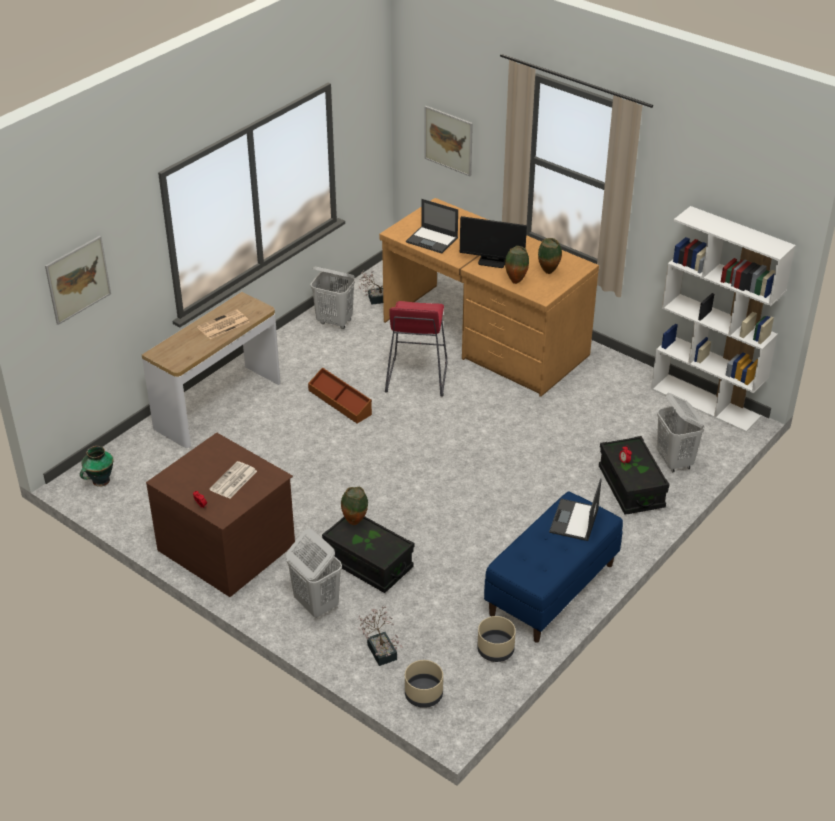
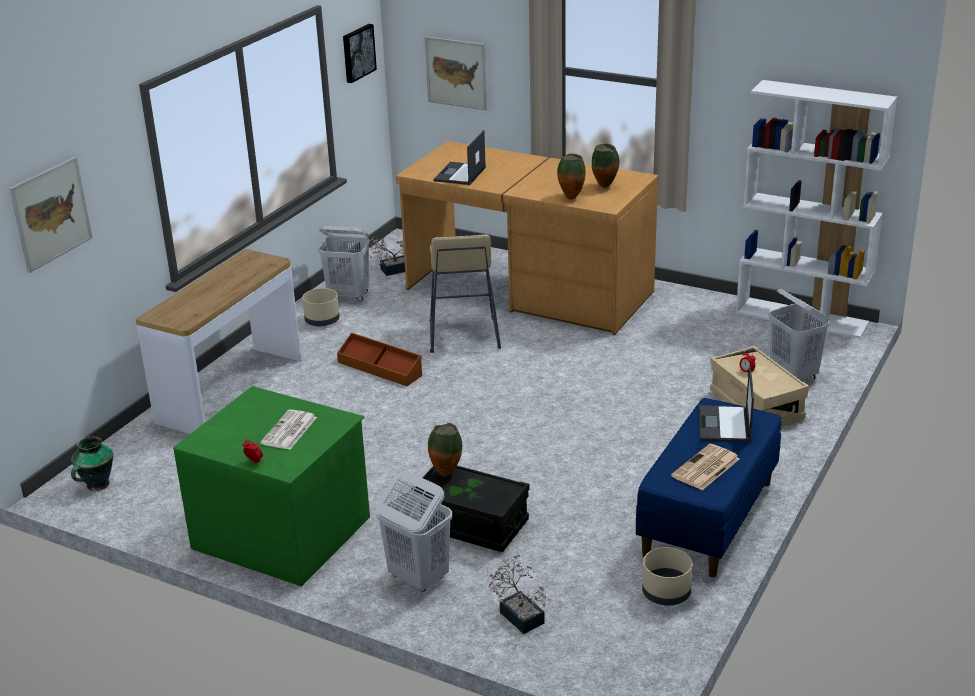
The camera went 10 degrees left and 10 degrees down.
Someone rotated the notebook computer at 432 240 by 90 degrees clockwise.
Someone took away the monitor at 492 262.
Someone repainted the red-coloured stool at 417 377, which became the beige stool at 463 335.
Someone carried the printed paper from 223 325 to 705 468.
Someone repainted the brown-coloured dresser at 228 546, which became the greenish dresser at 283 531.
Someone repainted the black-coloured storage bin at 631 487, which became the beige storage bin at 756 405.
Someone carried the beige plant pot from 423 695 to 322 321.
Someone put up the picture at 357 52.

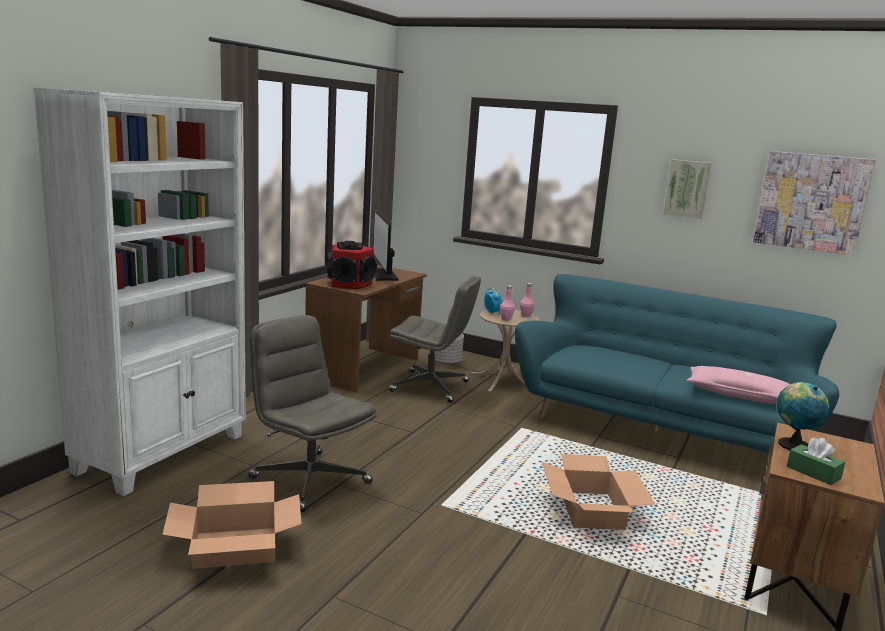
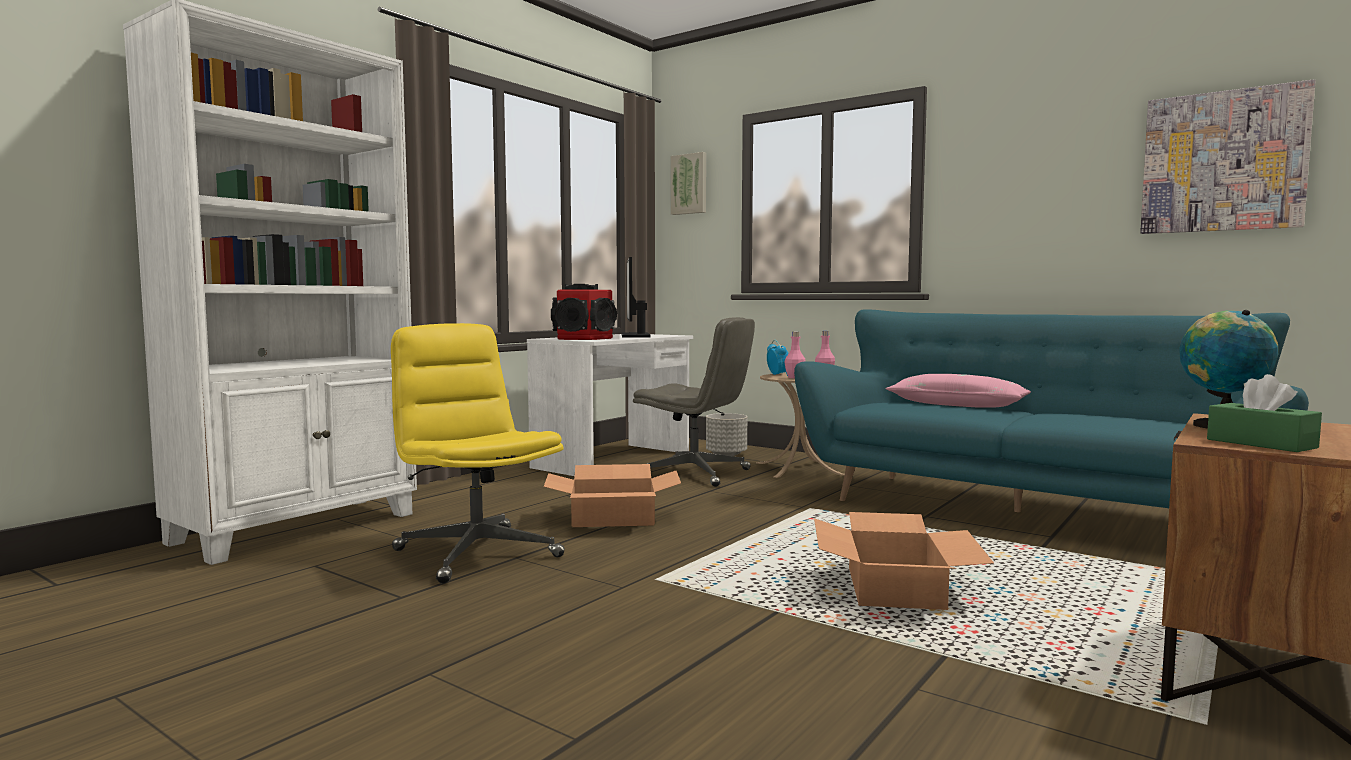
The camera went 10 degrees right and 10 degrees down.
Someone carried the picture from 687 188 to 689 184.
Someone repainted the brown-coloured desk at 365 368, which became the white desk at 615 460.
Someone repainted the greyish desk chair at 309 480, which became the yellow desk chair at 476 553.
Someone carried the pink-coloured throw pillow from 739 395 to 957 405.
Someone carried the packing box from 235 547 to 613 517.

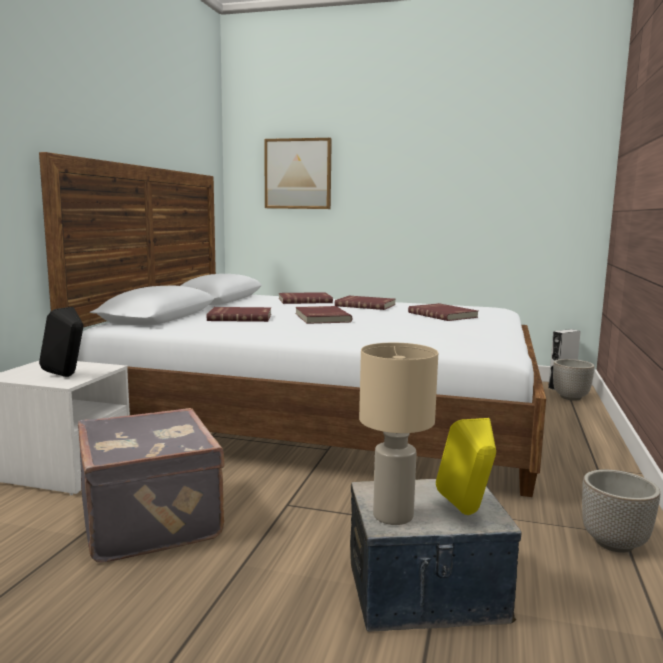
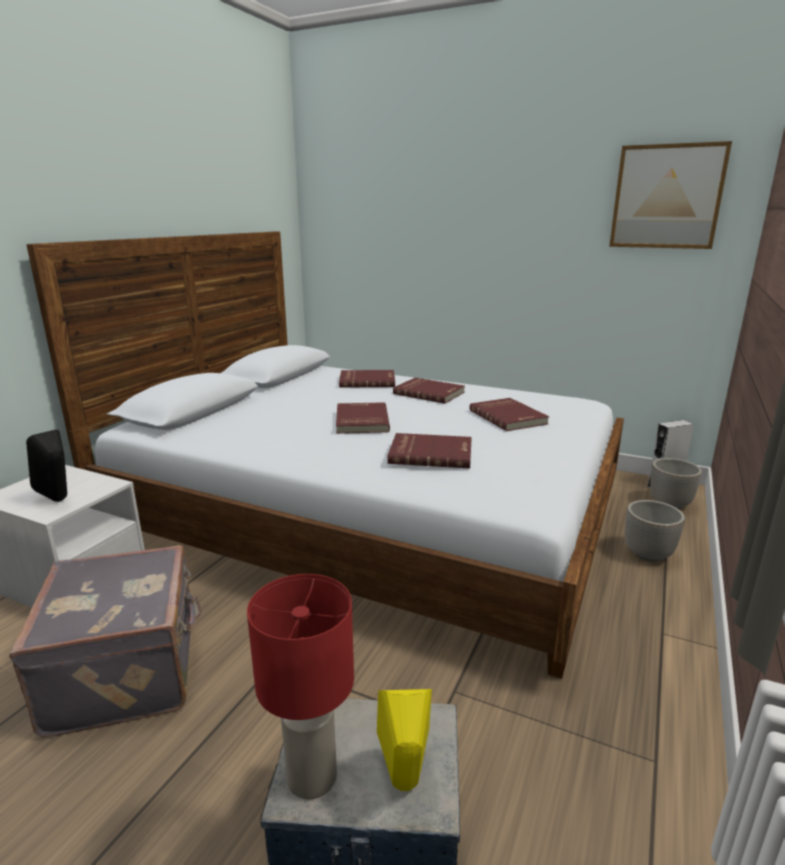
The camera went 10 degrees right and 10 degrees up.
Someone carried the picture from 298 174 to 667 197.
Someone carried the red-coloured book from 240 317 to 431 453.
Someone repainted the beige table lamp at 392 515, which became the red-coloured table lamp at 311 776.
Someone carried the plant pot from 615 543 to 648 555.

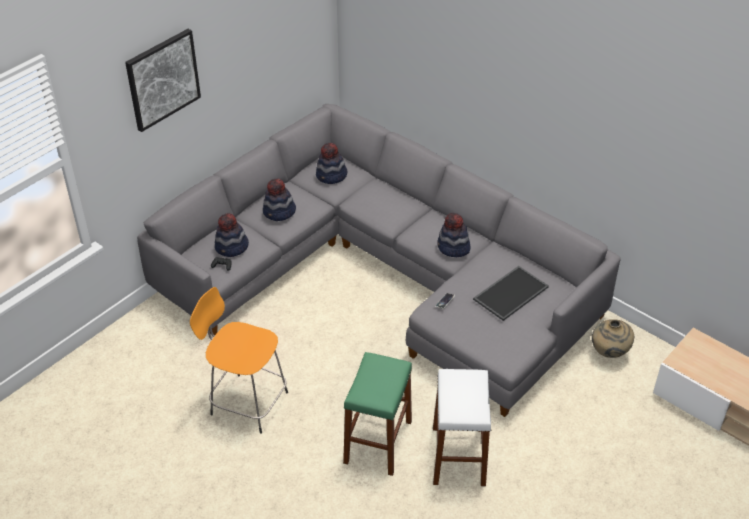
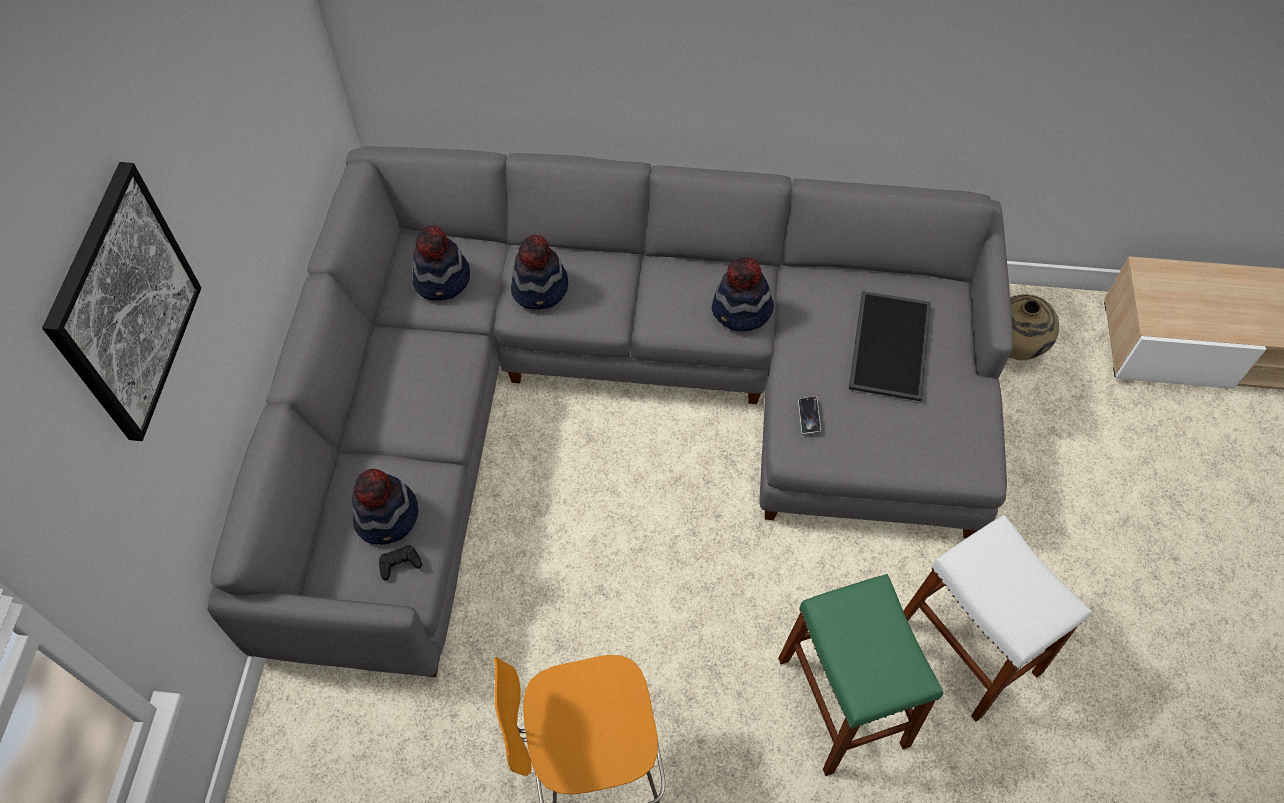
The camera went 35 degrees left and 15 degrees up.
Someone carried the clothing hat from 279 212 to 541 289.

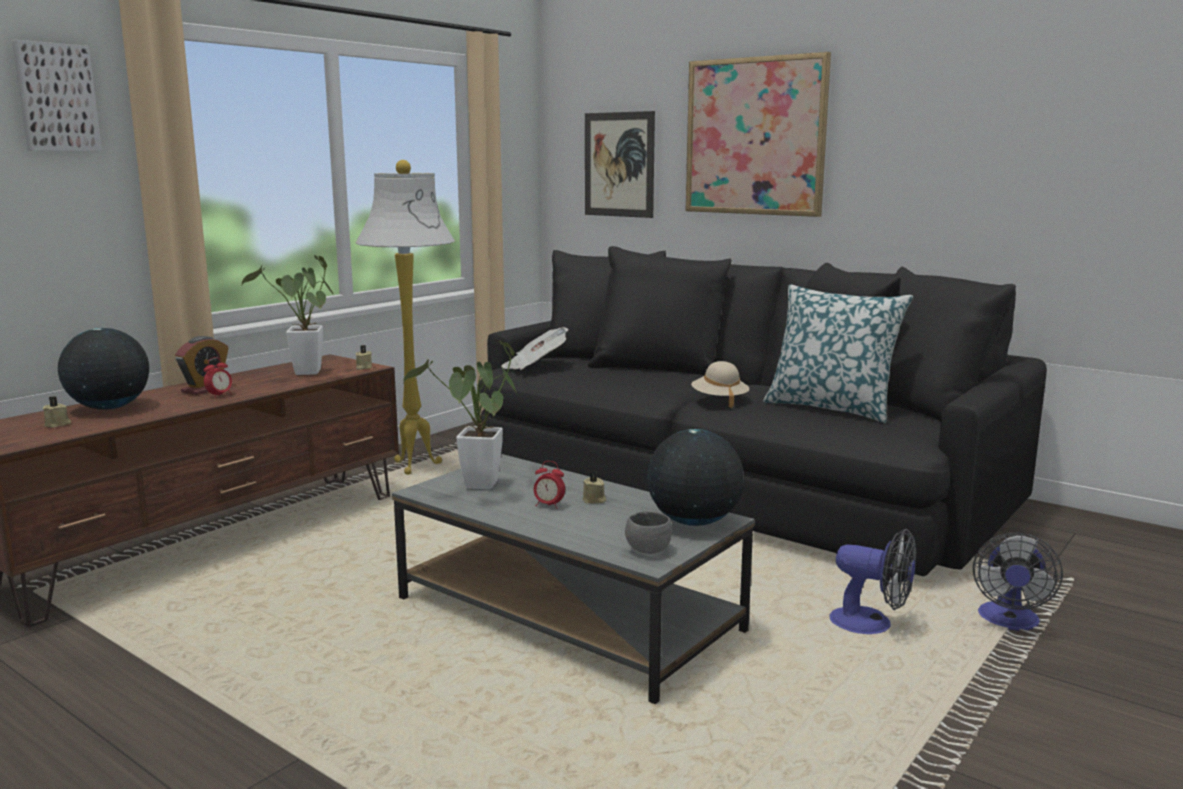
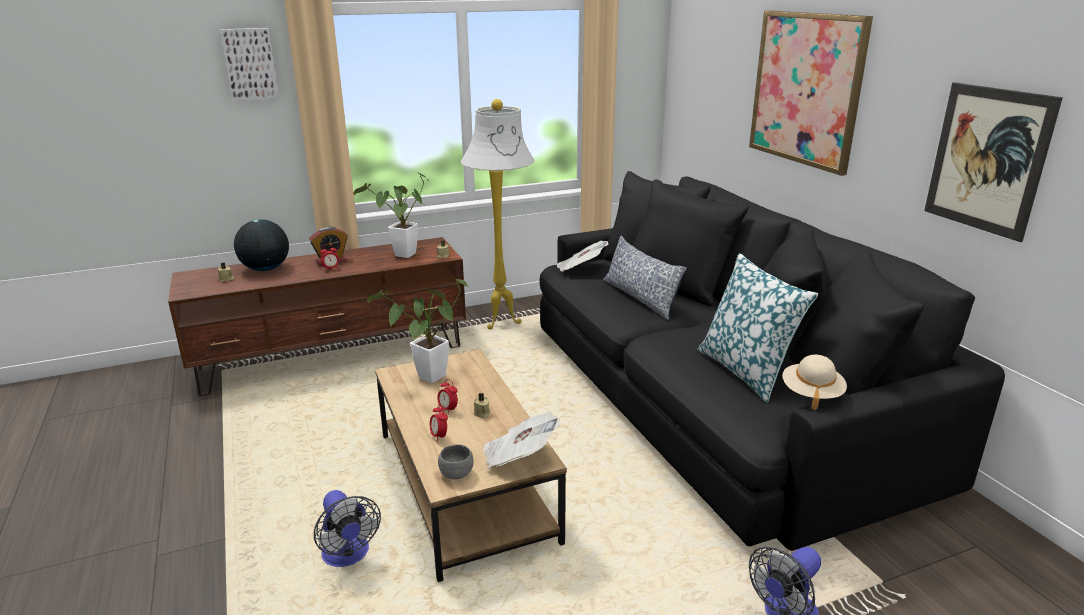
The camera went 30 degrees right and 10 degrees up.
Someone carried the picture from 619 164 to 987 159.
Someone carried the beige clothing hat from 719 400 to 811 394.
Someone swapped the world globe at 693 522 for the printed paper at 519 457.
Someone repainted the greyish low table at 568 614, which became the brown-coloured low table at 465 485.
Someone carried the electric fan from 871 624 to 348 556.
Someone put down the throw pillow at 640 297.
Someone put down the table clock at 439 436.

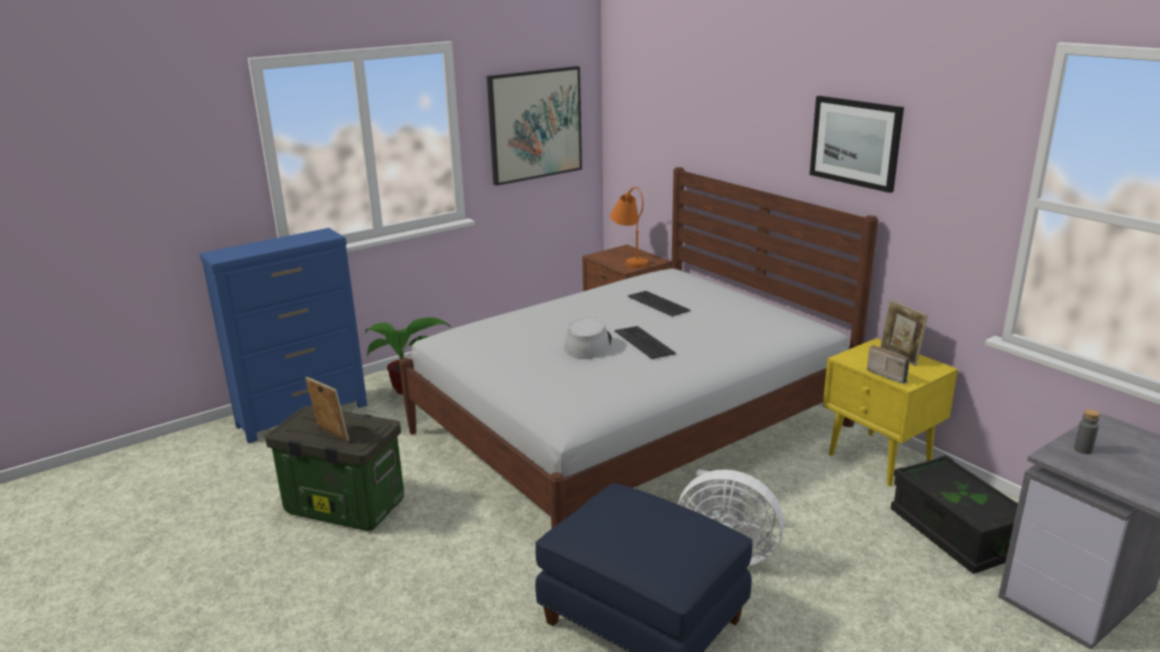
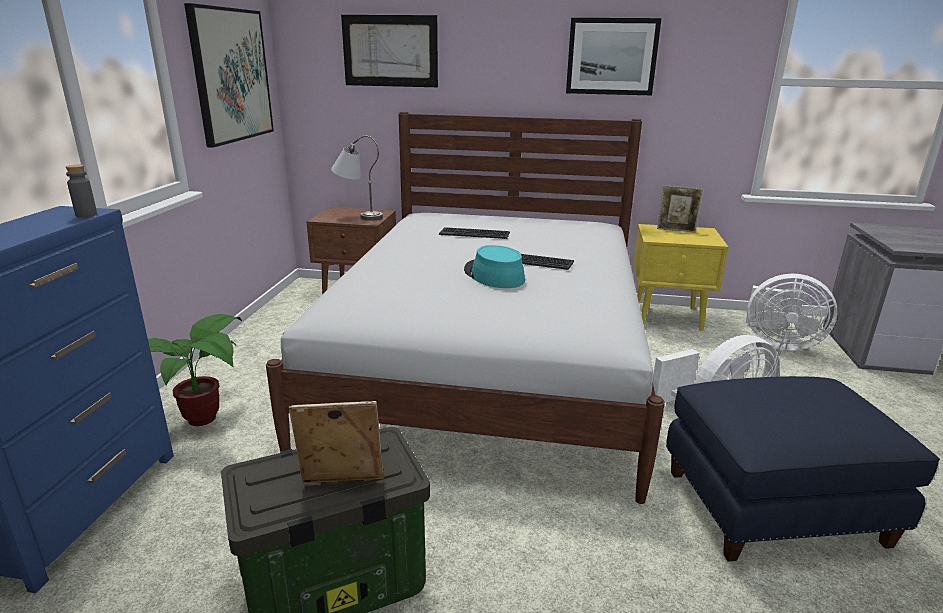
The camera went 45 degrees left and 0 degrees up.
Someone repainted the orange table lamp at 629 260, which became the greyish table lamp at 358 216.
Someone repainted the greyish clothing hat at 588 344, which became the blue-green clothing hat at 493 275.
Someone took away the radio receiver at 888 374.
Someone carried the greyish drink bottle from 1083 450 to 86 215.
Someone swapped the black-coloured storage bin at 955 533 for the white electric fan at 778 343.
Someone put up the picture at 390 51.

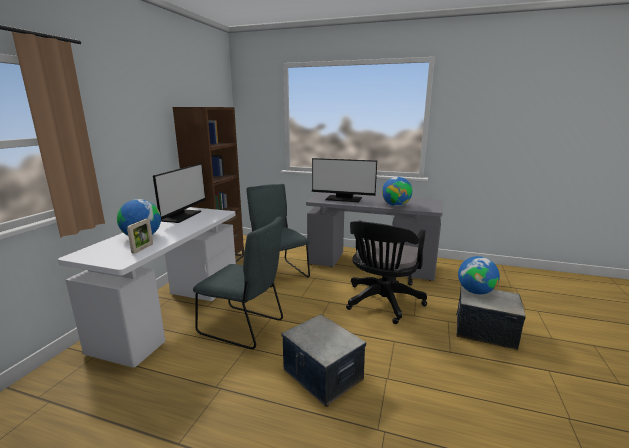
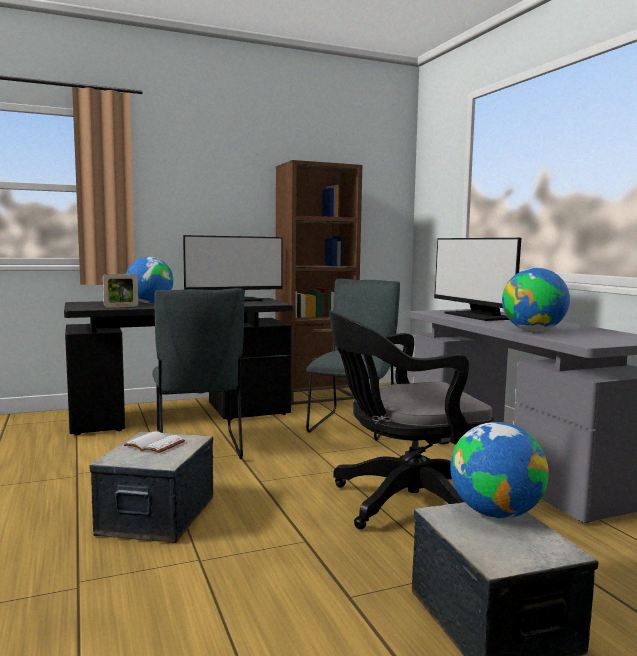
The camera went 50 degrees right and 10 degrees down.
Someone repainted the white desk at 174 311, which became the black-coloured desk at 182 415.
Someone put down the white book at 153 445.

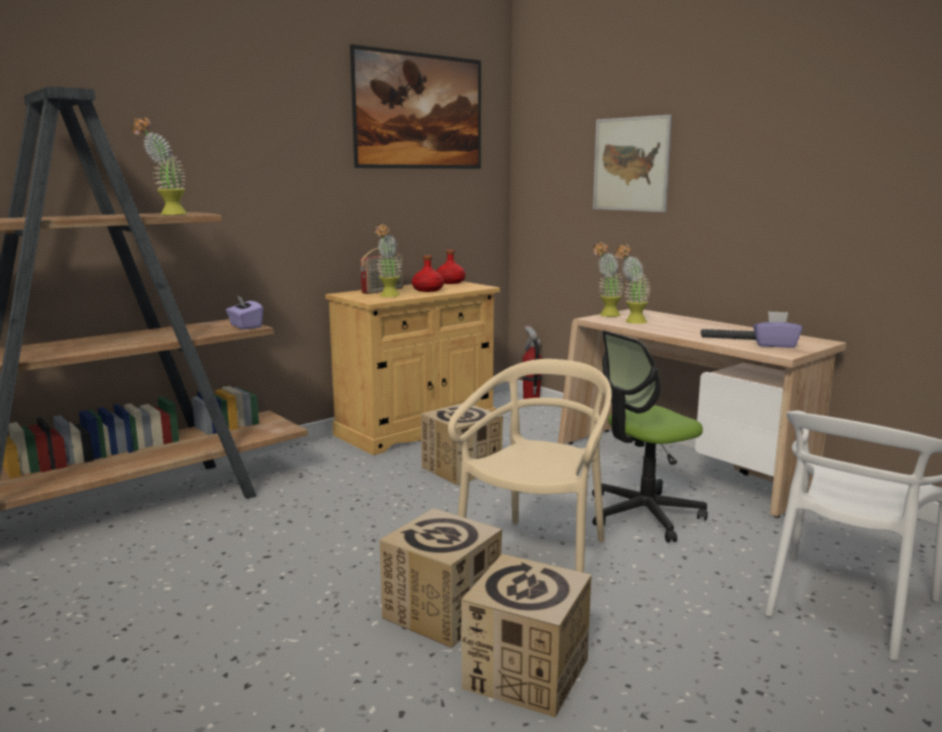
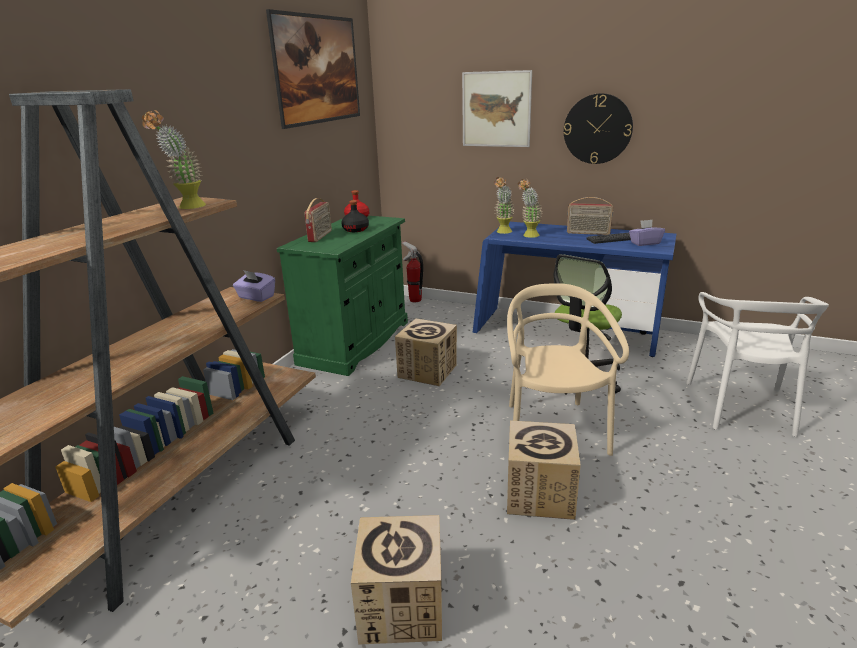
The camera went 25 degrees left and 10 degrees up.
Someone took away the potted plant at 388 296.
Someone repainted the red-coloured drink bottle at 428 290, which became the black-coloured drink bottle at 355 229.
Someone repainted the beige cabinet at 417 428, which became the greenish cabinet at 355 342.
Someone repainted the beige desk at 681 468, which became the bluish desk at 566 333.
Someone carried the packing box from 526 673 to 402 606.
Someone put up the clock on the wall at 597 129.
Someone put down the radio receiver at 588 233.

